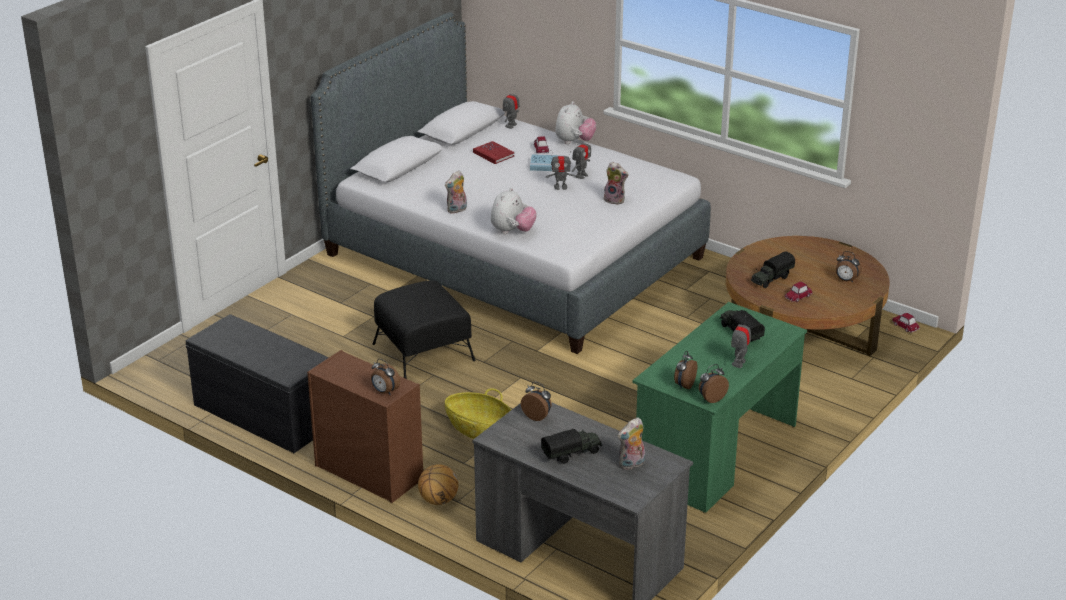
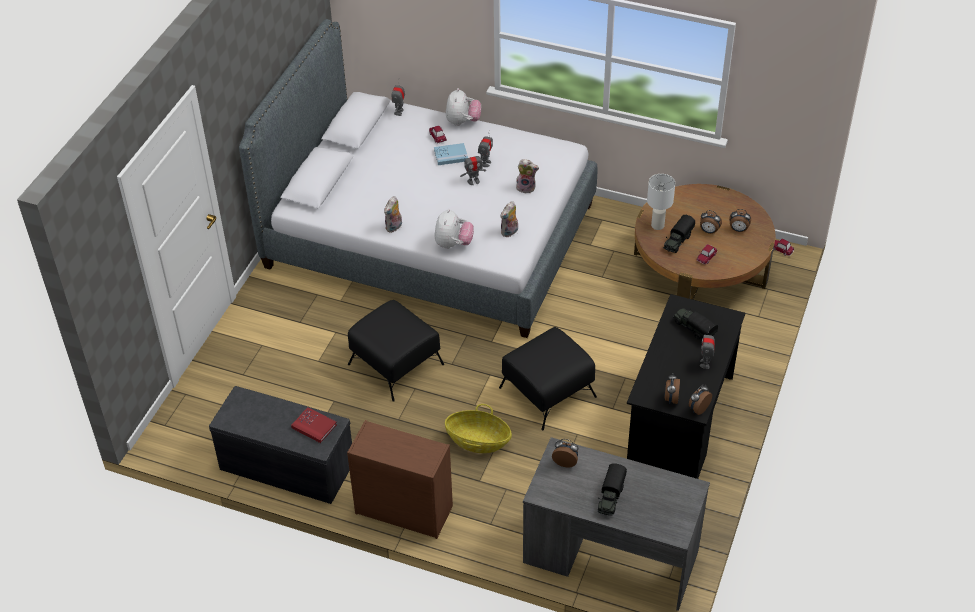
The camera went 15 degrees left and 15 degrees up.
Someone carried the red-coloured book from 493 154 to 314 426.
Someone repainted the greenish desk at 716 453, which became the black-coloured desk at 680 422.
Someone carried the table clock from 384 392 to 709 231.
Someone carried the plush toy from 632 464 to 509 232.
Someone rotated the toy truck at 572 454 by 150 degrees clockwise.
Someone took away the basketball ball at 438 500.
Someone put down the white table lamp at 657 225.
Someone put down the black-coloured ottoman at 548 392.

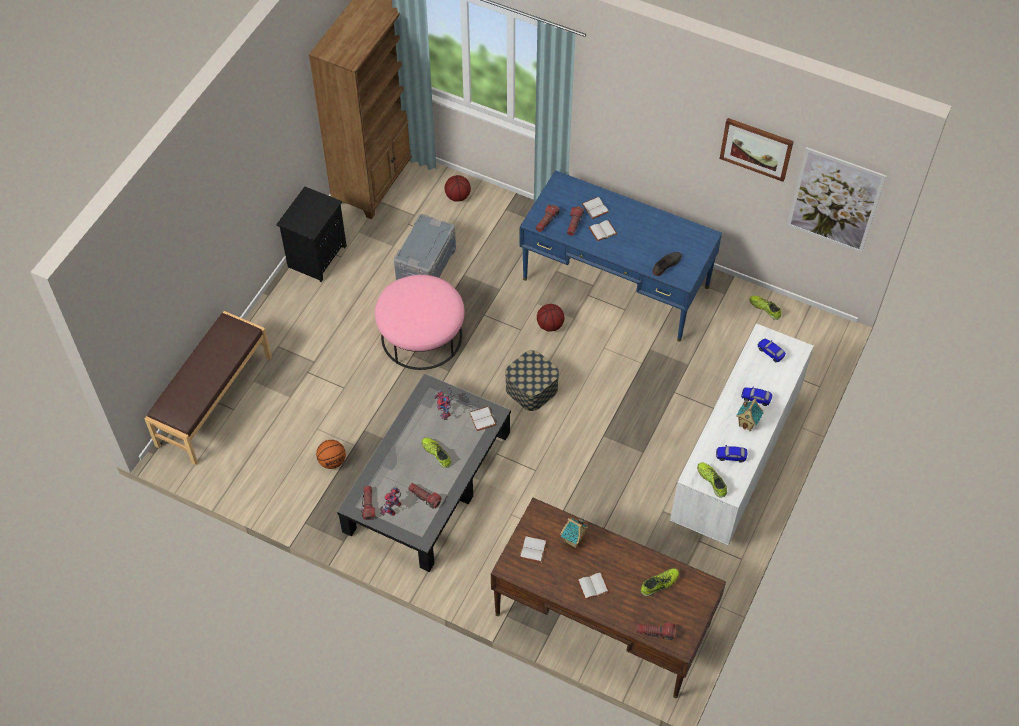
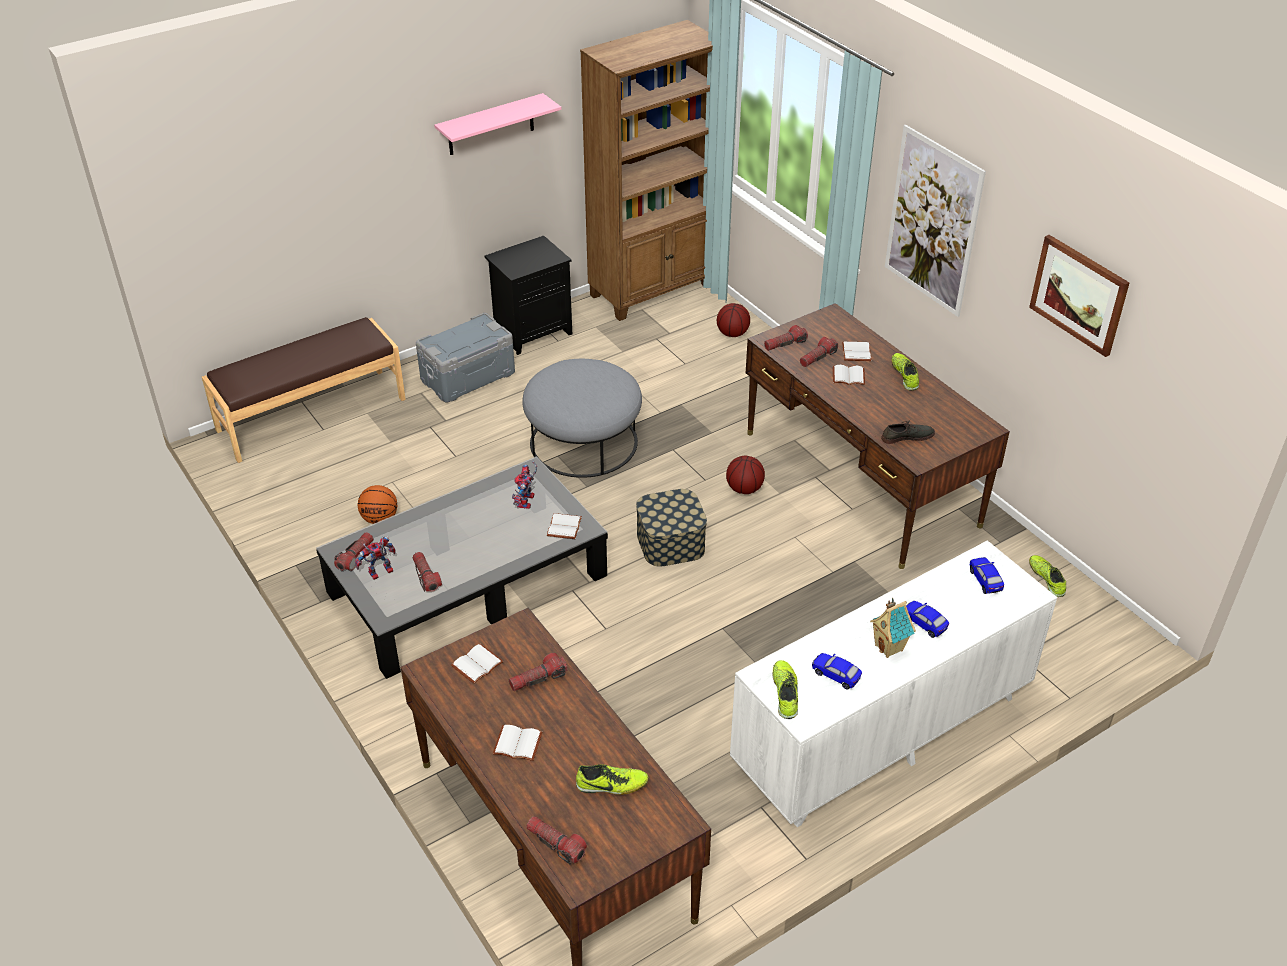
The camera went 30 degrees right and 15 degrees down.
Someone carried the picture from 835 200 to 933 221.
Someone repainted the bluish desk at 615 283, which became the brown-coloured desk at 860 478.
Someone carried the greyish storage bin from 425 264 to 467 376.
Someone repainted the pink-coloured ottoman at 421 335, which became the greyish ottoman at 584 441.
Someone carried the shoe from 436 454 to 905 375.
Someone swapped the toy house at 573 541 for the torch at 538 679.
Someone put up the pink-coloured shelf at 490 125.

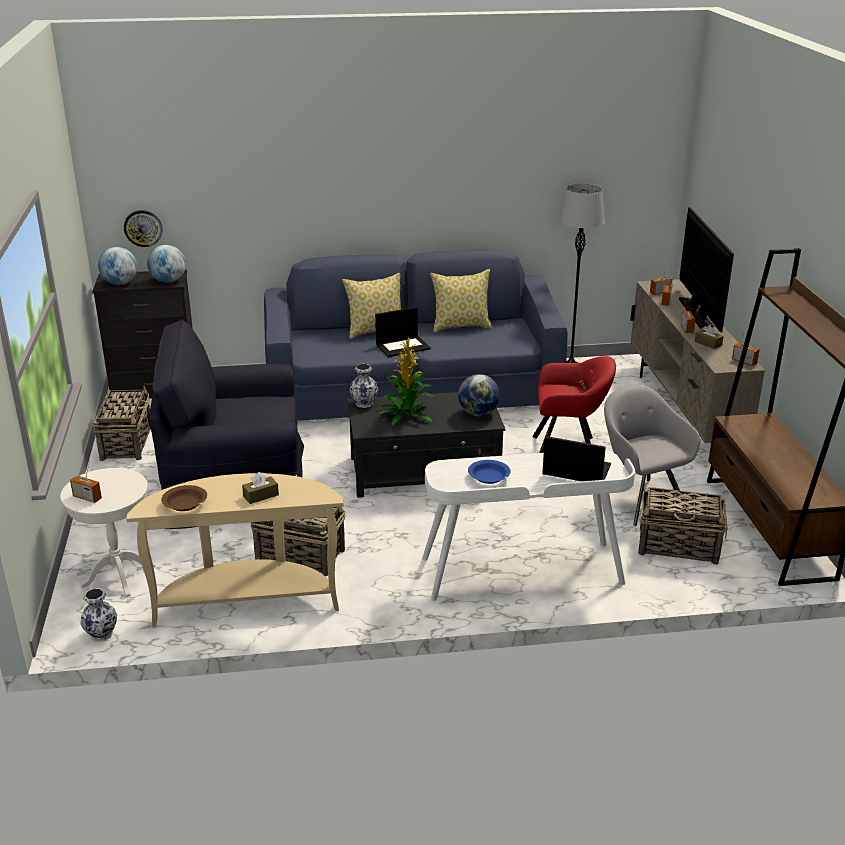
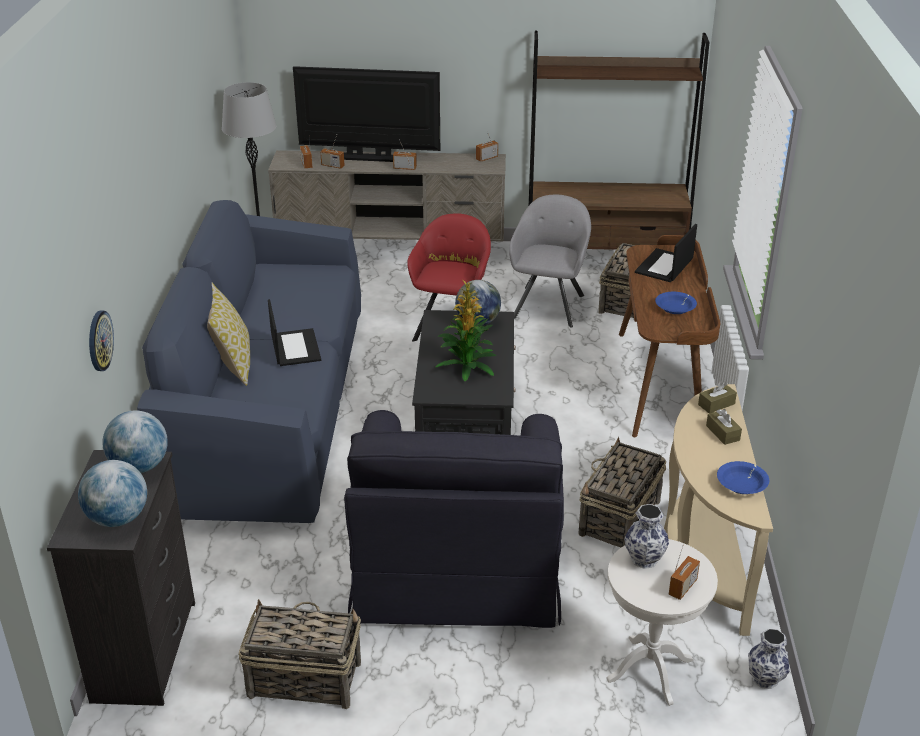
The camera went 80 degrees left and 5 degrees up.
Someone carried the clock on the wall from 143 228 to 99 340.
Someone took away the throw pillow at 461 326.
Someone carried the brown-coloured tissue holder from 708 343 to 716 404.
Someone carried the vase from 363 403 to 644 559.
Someone rotated the greyish lounge chair at 639 499 by 120 degrees clockwise.
Someone repainted the white desk at 522 572, which became the brown-coloured desk at 660 383.
Someone repainted the brown-coloured serving bowl at 185 504, which became the bluish serving bowl at 742 485.

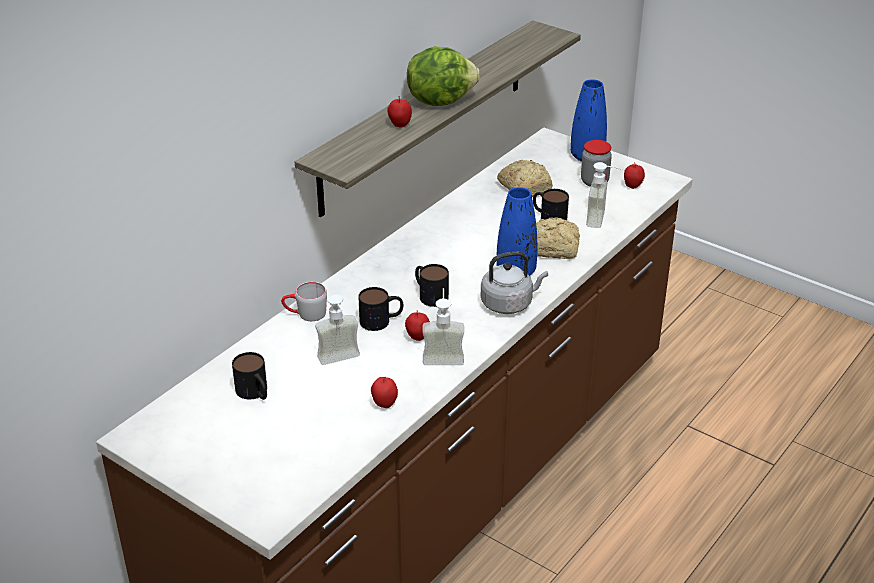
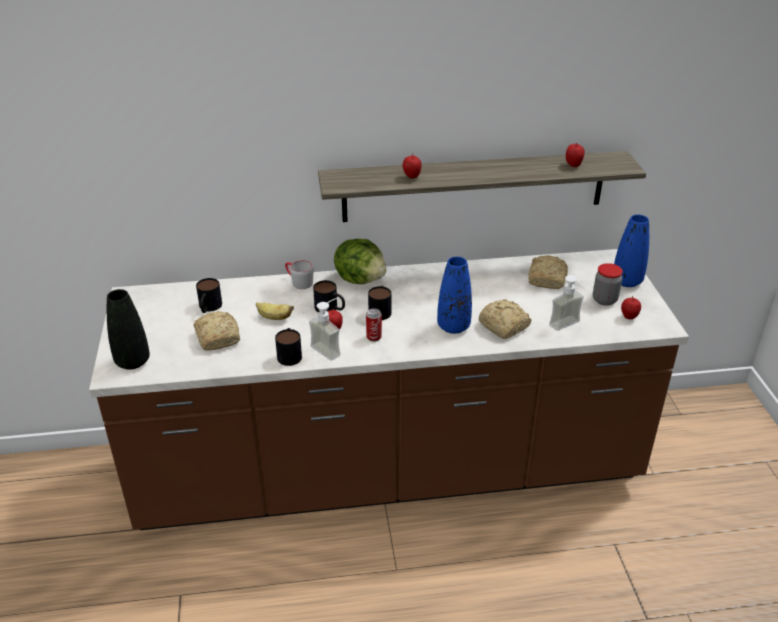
The camera went 45 degrees right and 0 degrees up.
Someone carried the lettuce from 440 100 to 361 279.
Someone carried the mug from 548 217 to 289 354.
Someone took away the greyish tea kettle at 509 304.
Someone swapped the soap bottle at 341 361 for the banana at 274 318.
Someone carried the apple fruit from 384 404 to 573 165.
Someone put down the black-coloured vase at 132 362.
Someone put down the metal can at 374 337.
Someone put down the bakery bread at 218 337.

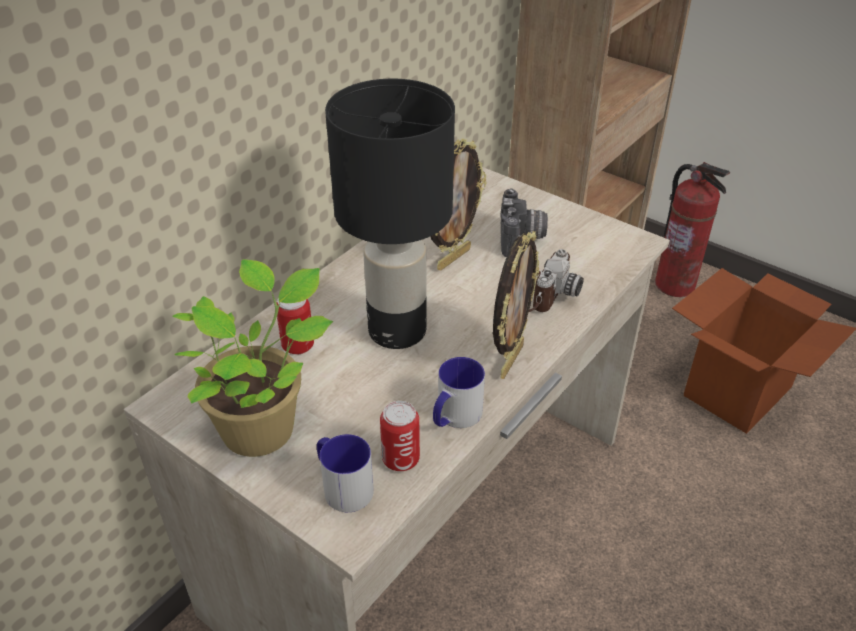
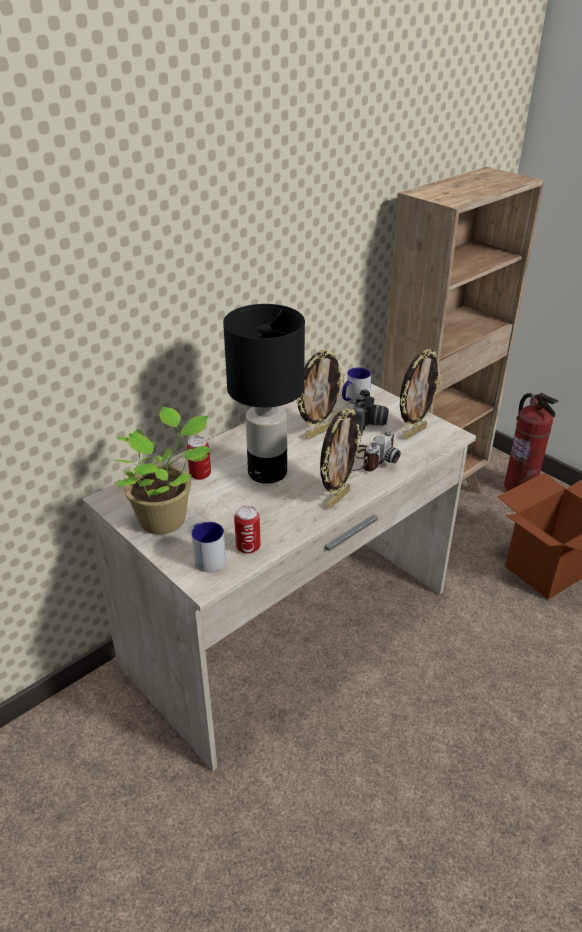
The camera went 10 degrees right and 5 degrees down.
Someone carried the mug from 454 417 to 354 400.
Someone put down the picture frame at 414 432.

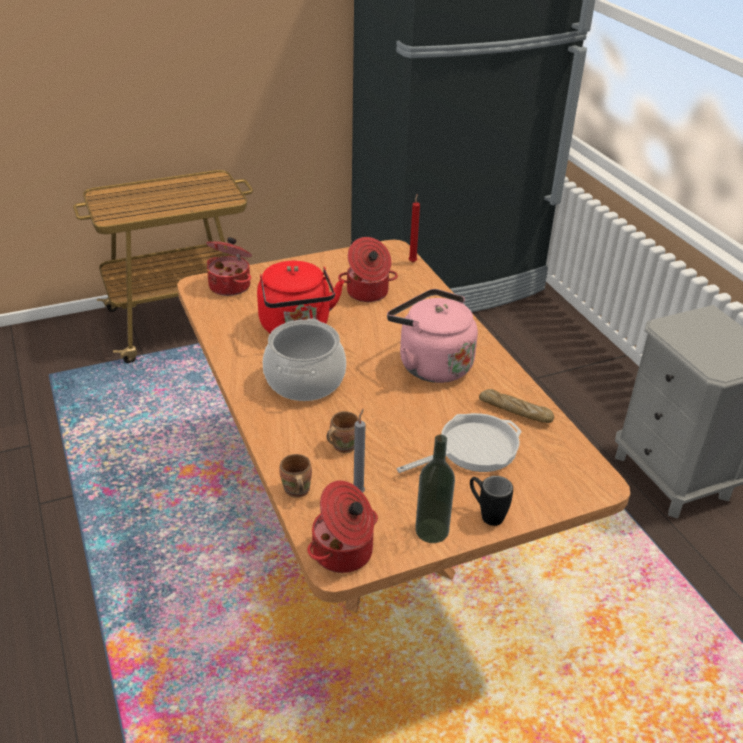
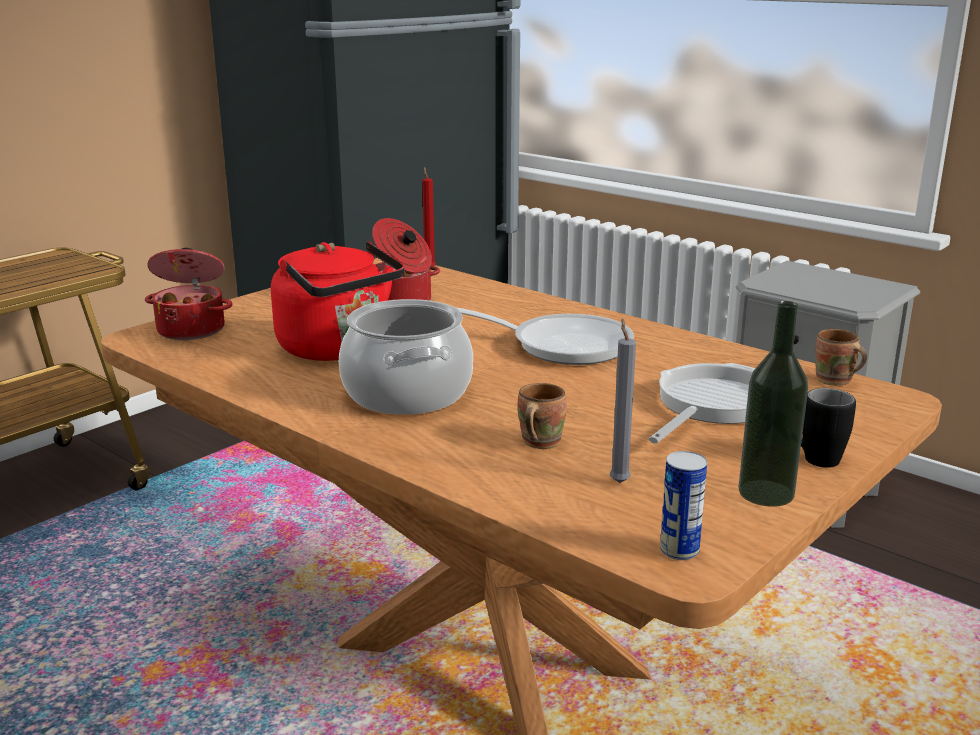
The camera went 25 degrees left and 15 degrees down.
Someone swapped the pink-coloured tea kettle at 431 364 for the pan at 561 345.
Someone took away the bakery bread at 515 411.
Someone carried the brown-coloured mug from 295 491 to 834 381.
Someone swapped the saucepot at 344 553 for the metal can at 679 550.

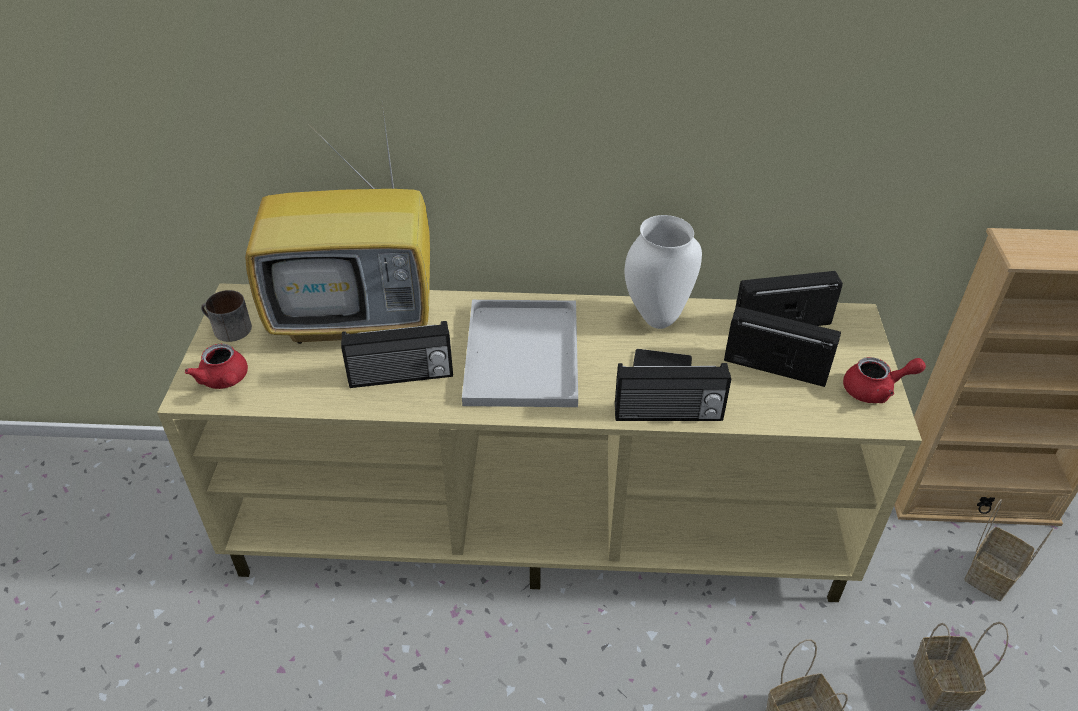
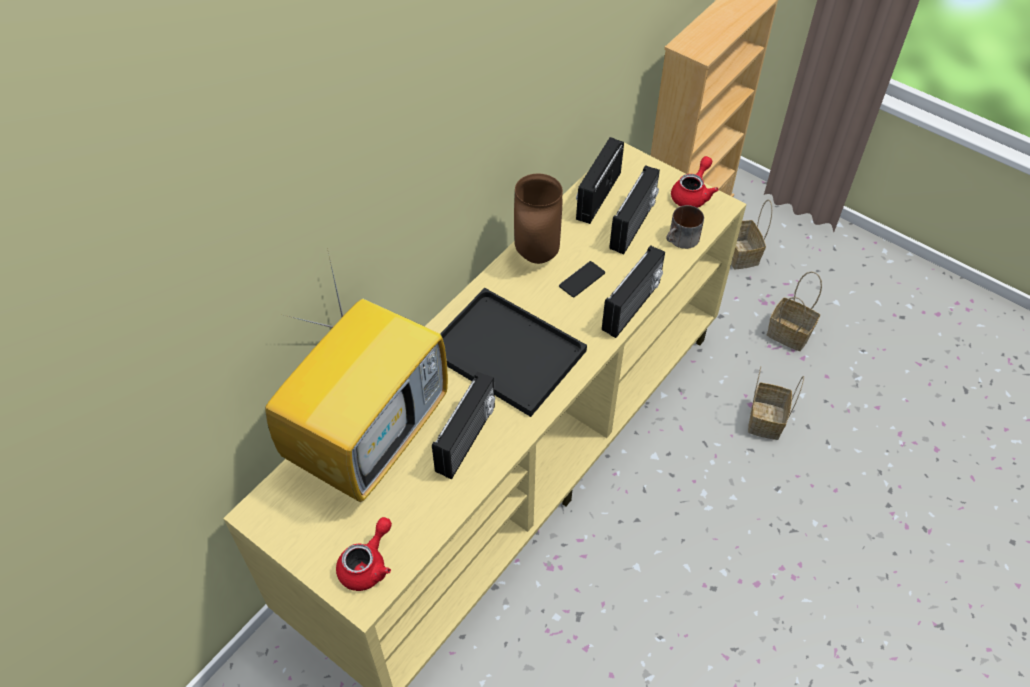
The camera went 55 degrees left and 10 degrees up.
Someone repainted the white vase at 656 318, which became the brown-coloured vase at 535 255.
Someone carried the mug from 227 329 to 681 240.
Someone repainted the white carrying tray at 520 352, which became the black-coloured carrying tray at 503 352.
Someone rotated the radio receiver at 775 366 by 150 degrees clockwise.
Someone rotated the red-coloured pot for tea at 225 381 by 60 degrees counterclockwise.

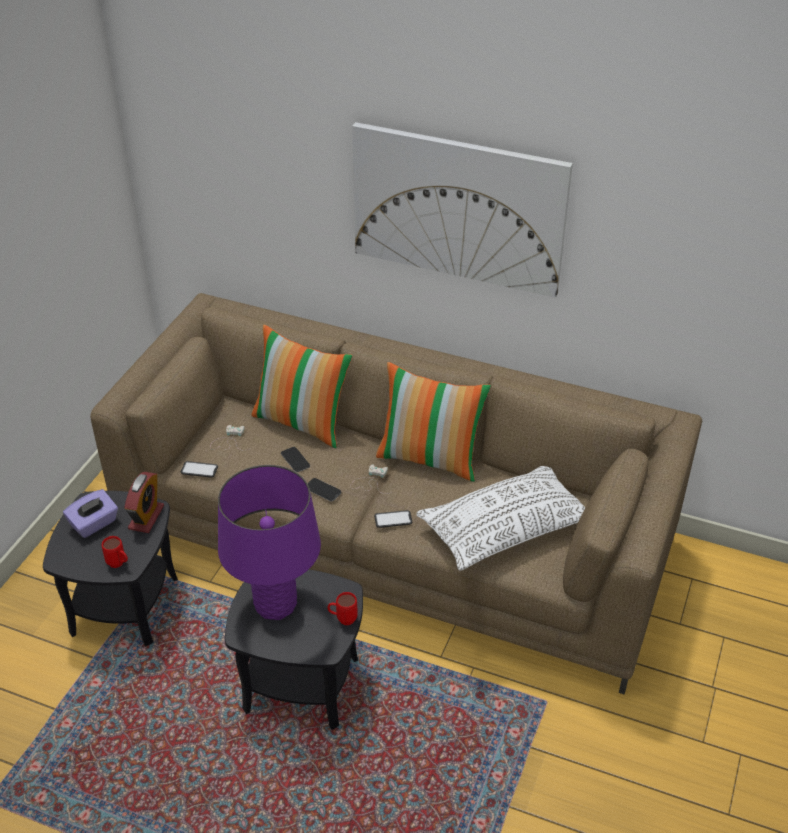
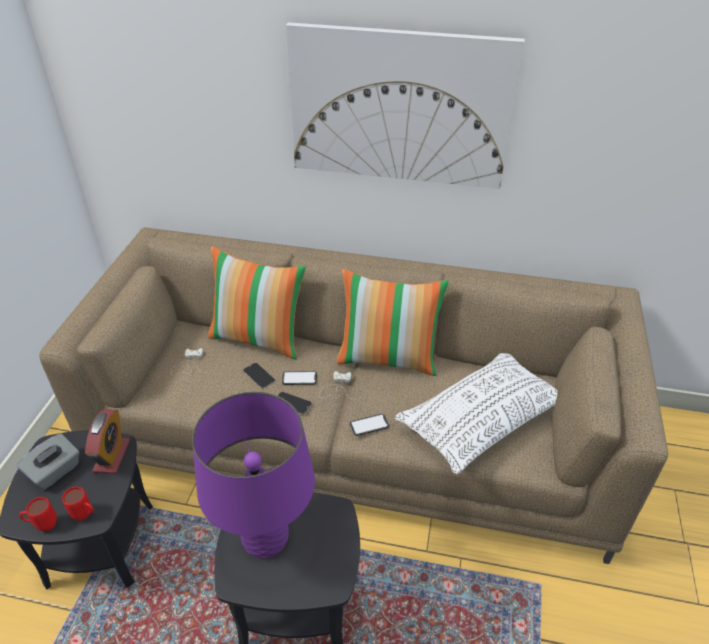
The camera went 10 degrees left and 0 degrees up.
Someone carried the telephone from 199 470 to 299 378.
Someone repainted the purple tissue holder at 94 524, which became the greyish tissue holder at 55 471.
Someone carried the red-coloured mug from 342 619 to 43 525.

